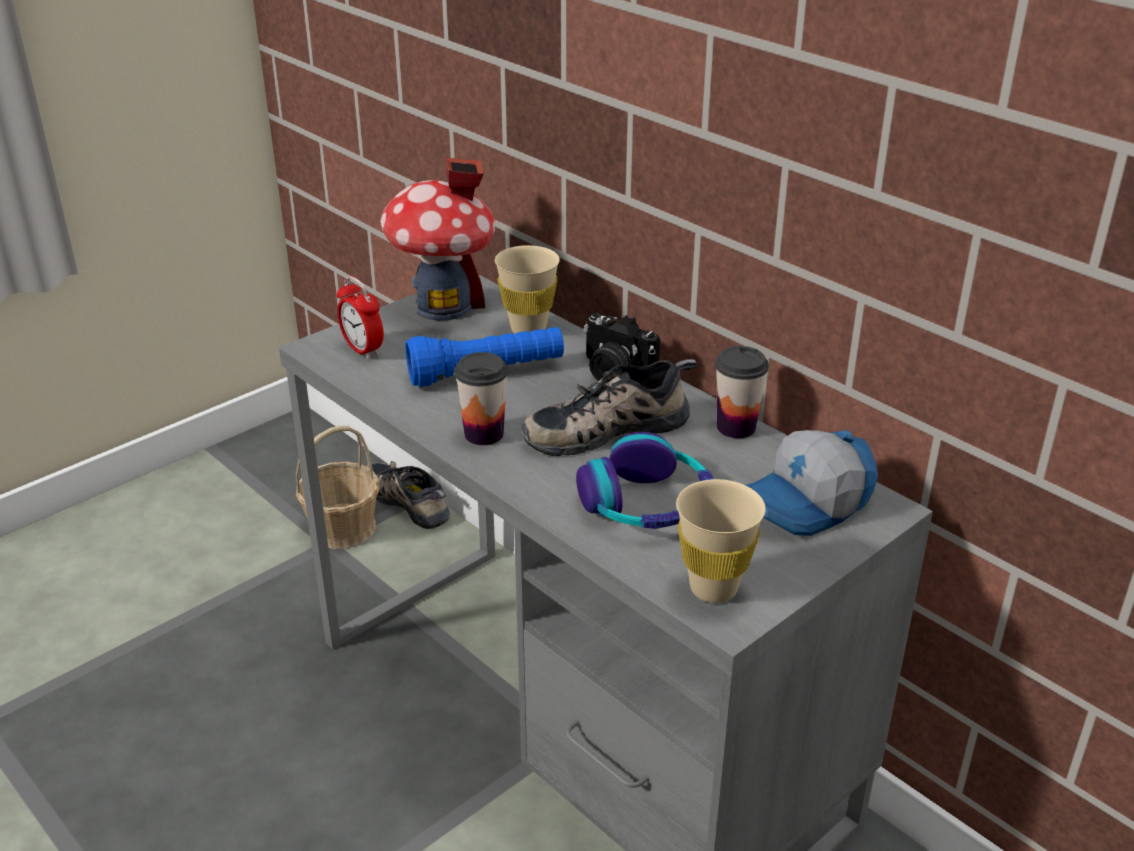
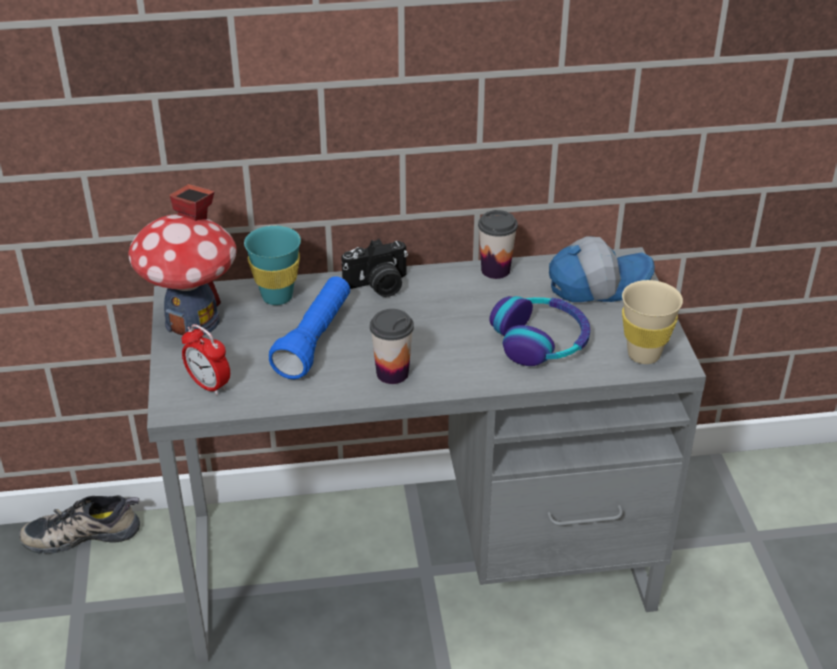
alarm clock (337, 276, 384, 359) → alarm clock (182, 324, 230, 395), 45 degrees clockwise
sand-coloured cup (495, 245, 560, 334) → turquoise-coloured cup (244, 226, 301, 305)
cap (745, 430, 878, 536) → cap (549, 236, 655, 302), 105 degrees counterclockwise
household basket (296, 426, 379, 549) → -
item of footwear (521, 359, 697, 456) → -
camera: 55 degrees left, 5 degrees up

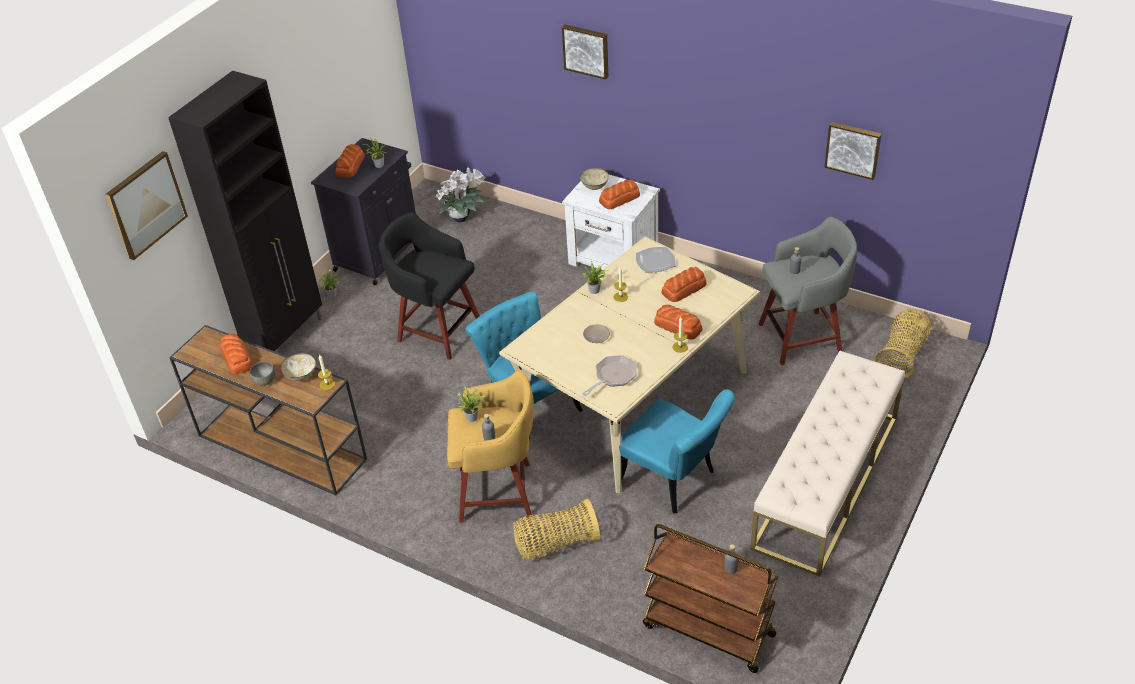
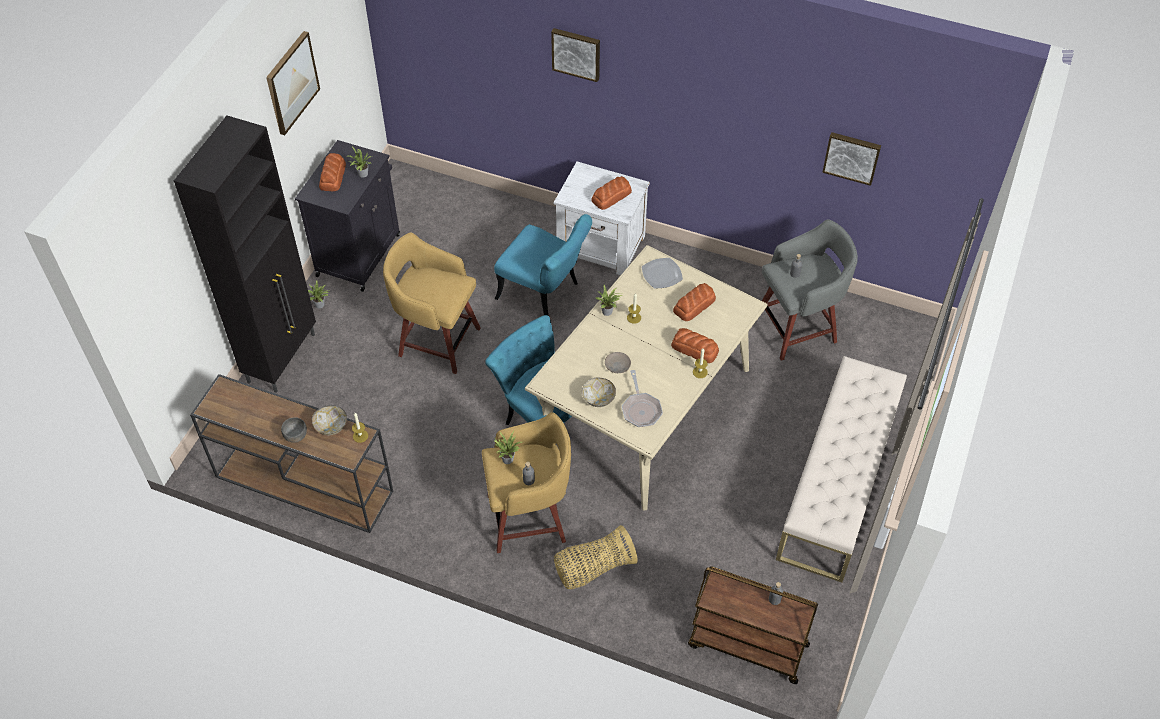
wall picture (105, 151, 188, 260) → wall picture (266, 31, 320, 135), moved
black stool seat (379, 212, 480, 360) → yellow-coloured stool seat (383, 233, 481, 374)
turquoise-coloured upright chair (619, 389, 735, 514) → turquoise-coloured upright chair (494, 214, 592, 315), moved
bowl (580, 168, 609, 190) → bowl (582, 378, 616, 407), moved
skillet (582, 355, 637, 396) → skillet (622, 370, 663, 427), 135 degrees clockwise
bakery bread (220, 333, 253, 375) → -
plant in a pot (434, 167, 486, 222) → -
household basket (875, 309, 931, 379) → -
camera: 10 degrees left, 10 degrees up

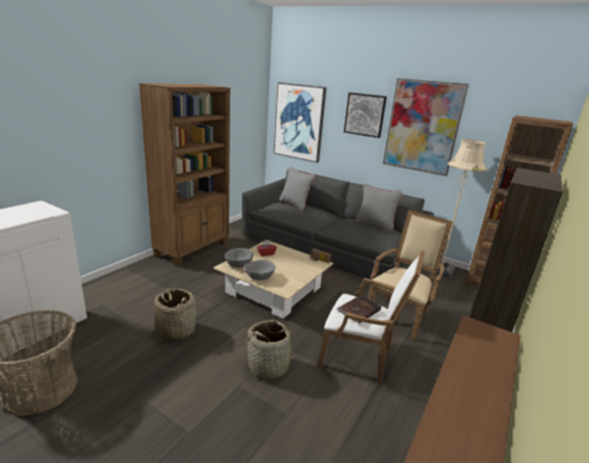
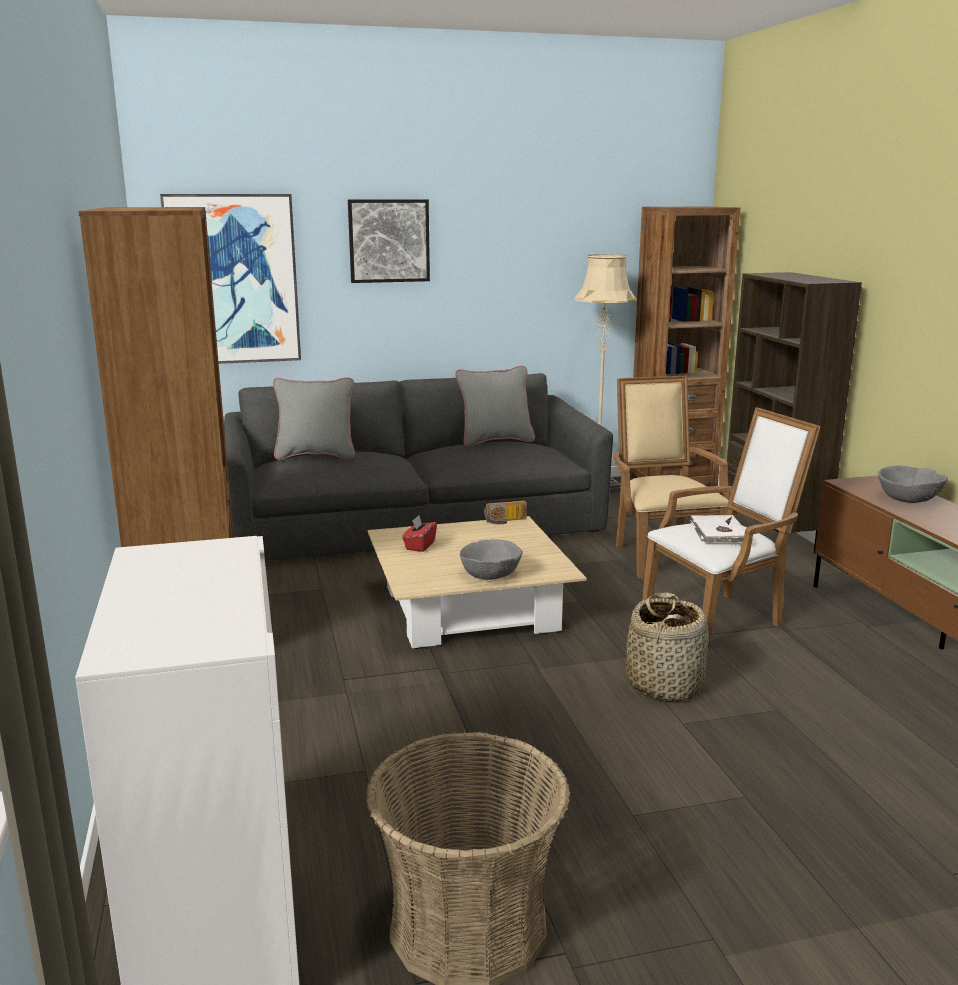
brown bound book (337, 295, 381, 324) → whitish bound book (690, 515, 745, 543)
gray bowl (225, 248, 254, 268) → gray bowl (878, 466, 948, 503), moved
household basket (155, 288, 196, 341) → -
wall picture (383, 78, 469, 176) → -
camera: 45 degrees left, 5 degrees down

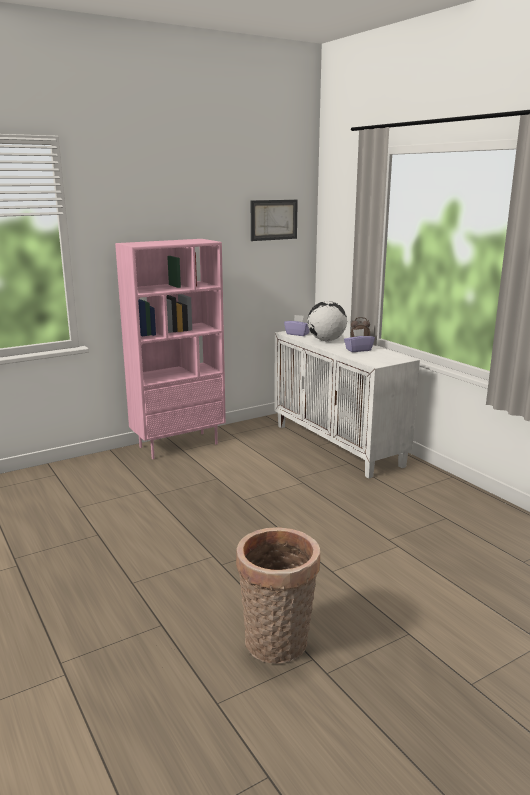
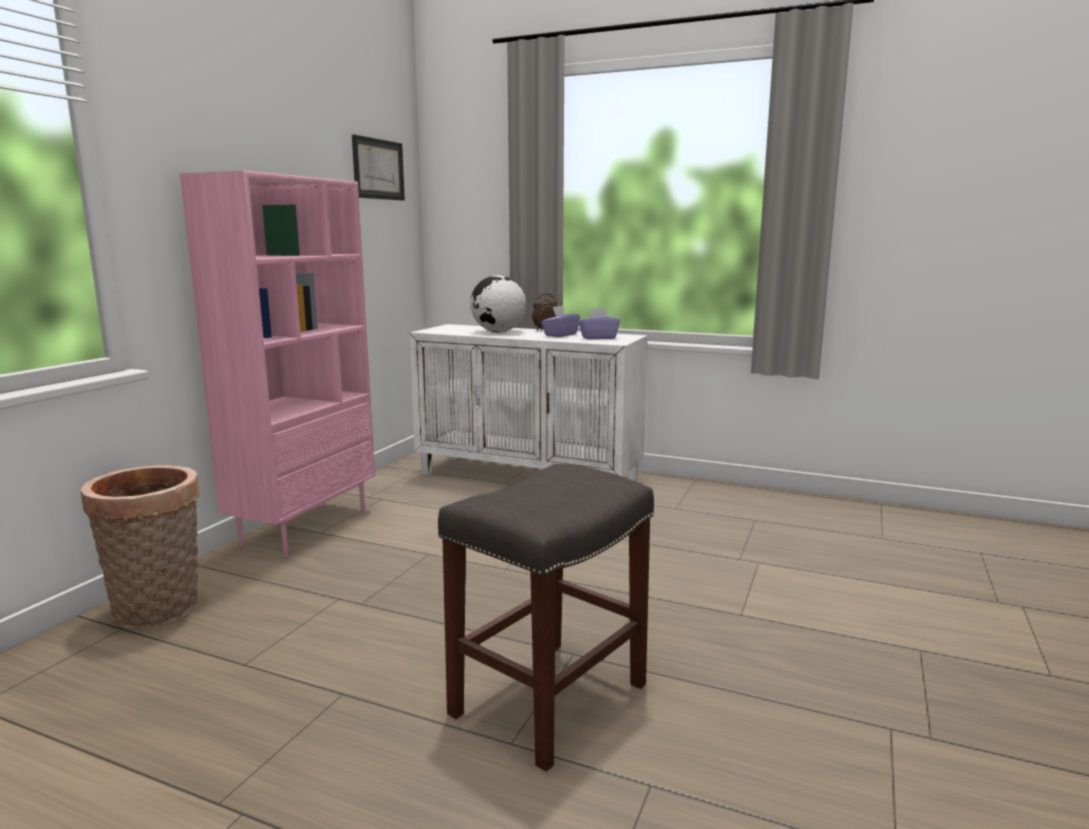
household basket (236, 527, 320, 664) → household basket (81, 465, 200, 628), moved
- → gray stool seat (438, 464, 654, 772)
purple-coloured box of tissues (284, 315, 310, 336) → purple-coloured box of tissues (579, 308, 620, 339), moved
camera: 35 degrees left, 5 degrees down

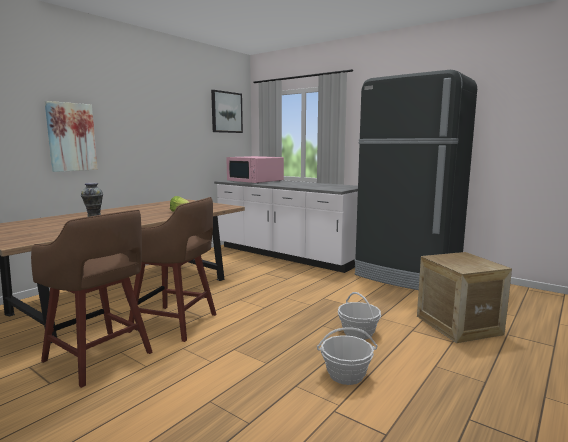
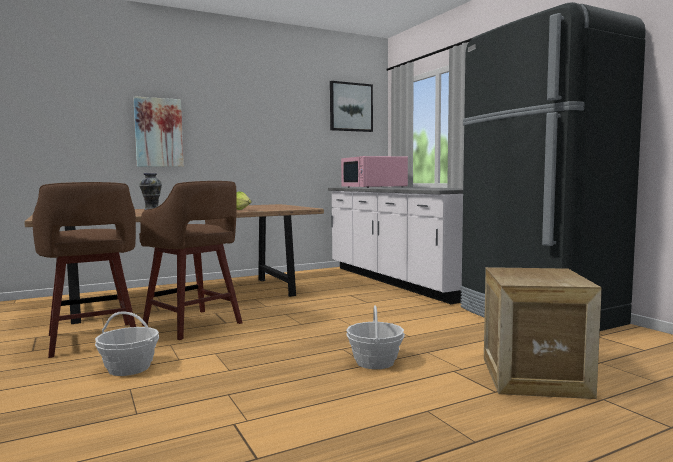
household basket (317, 327, 378, 385) → household basket (95, 311, 159, 376), moved
camera: 25 degrees right, 5 degrees down

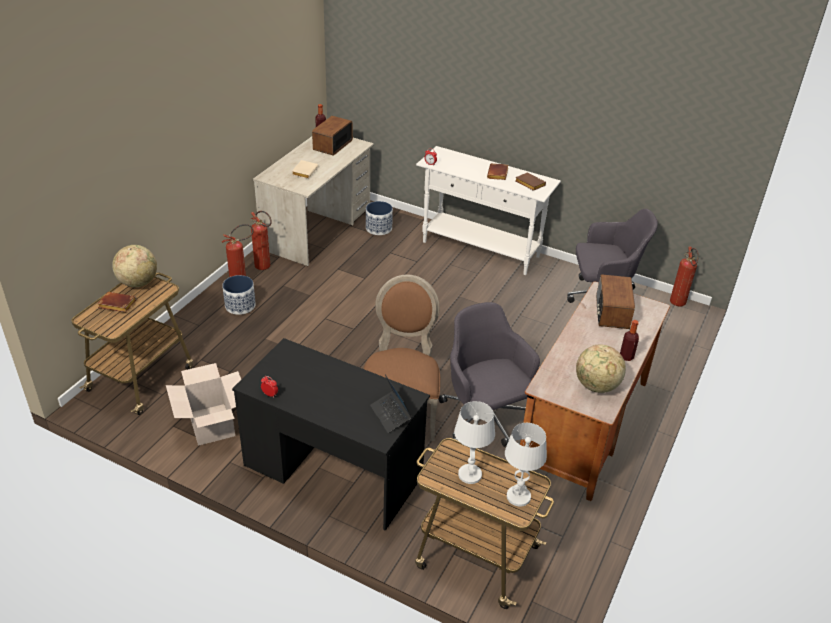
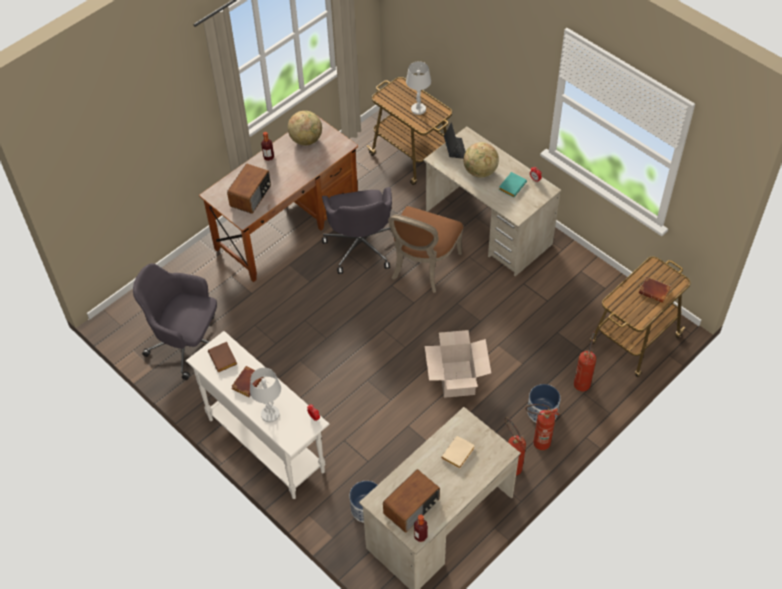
whitish table lamp (505, 423, 547, 507) → whitish table lamp (250, 368, 281, 423), moved
black desk unit (232, 338, 430, 531) → sand-coloured desk unit (424, 126, 562, 276)
packing box (166, 363, 241, 446) → packing box (425, 330, 491, 398), moved
world globe (112, 245, 157, 287) → world globe (464, 142, 499, 178), moved
- → turquoise-coloured bound book (499, 172, 527, 197)
fire extinguisher (670, 247, 699, 307) → fire extinguisher (574, 331, 596, 392), moved
camera: 160 degrees left, 15 degrees up

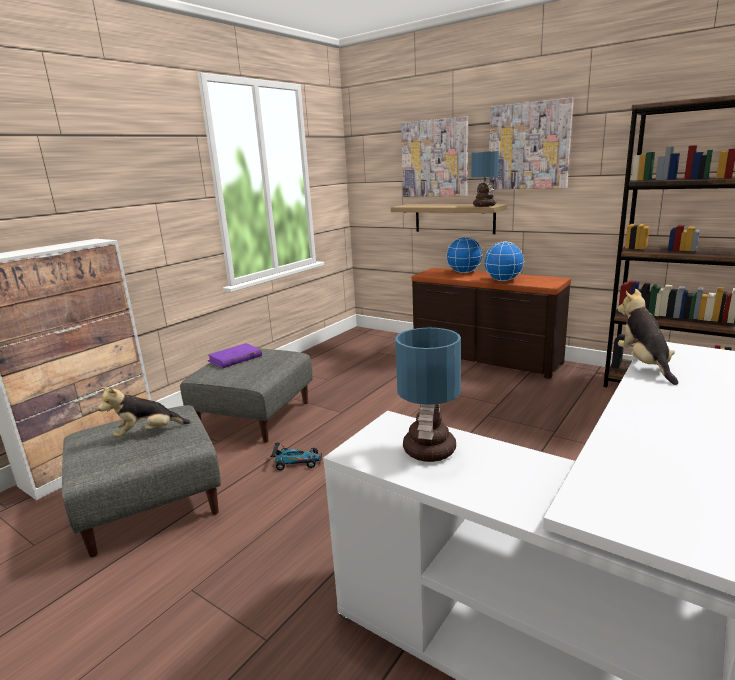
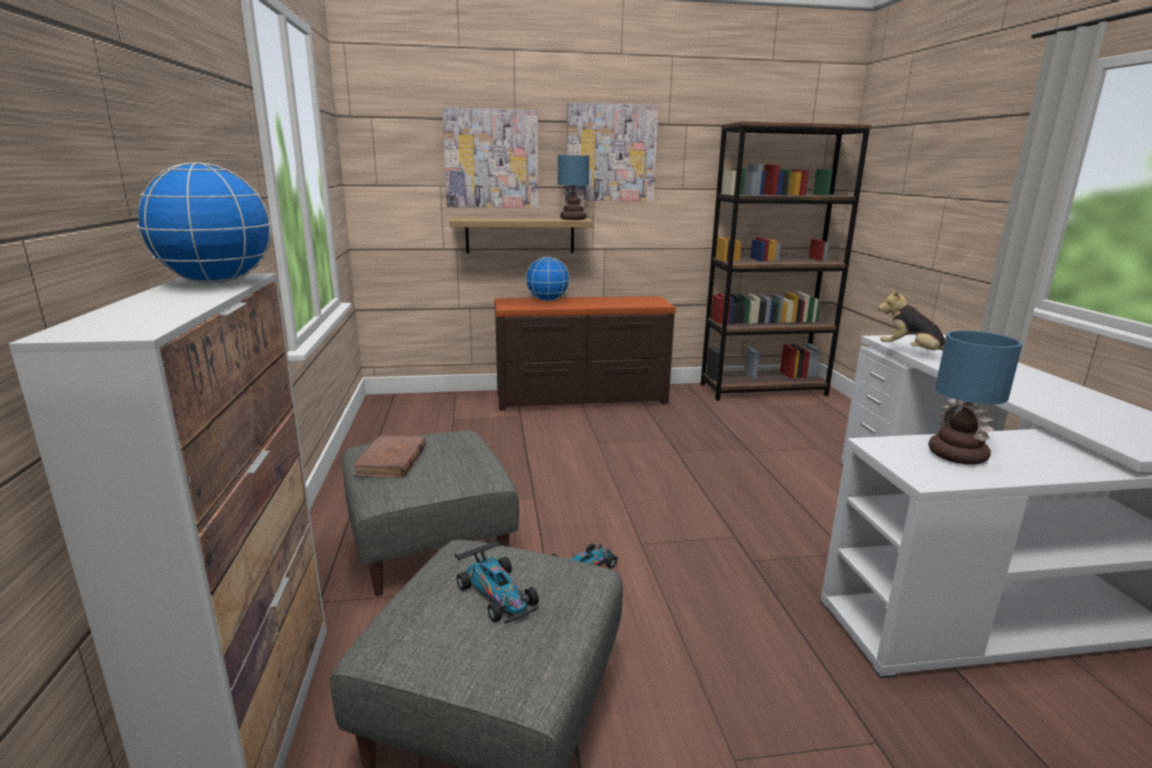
world globe (484, 241, 524, 281) → world globe (136, 162, 271, 284), moved
purple-coloured bound book (208, 343, 262, 368) → brown bound book (352, 435, 426, 478)
cuddly toy (98, 387, 191, 437) → model car (455, 540, 540, 624)
camera: 45 degrees left, 0 degrees up

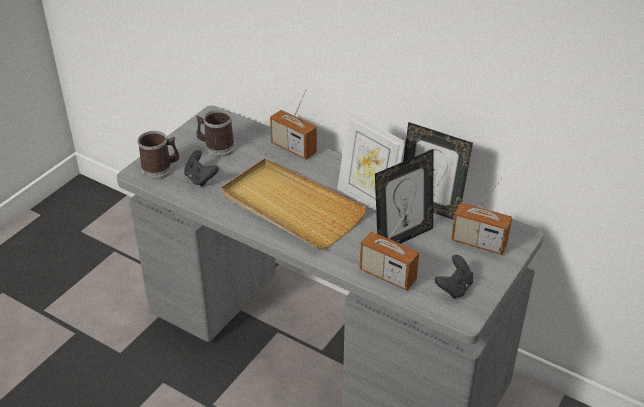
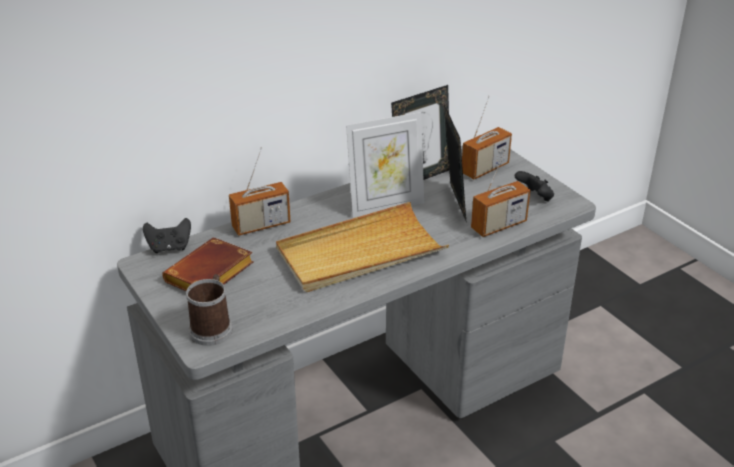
black joypad (184, 150, 219, 187) → black joypad (143, 218, 191, 253), moved
coffee mug (196, 110, 235, 157) → brown bound book (162, 237, 254, 291)
camera: 65 degrees left, 5 degrees down

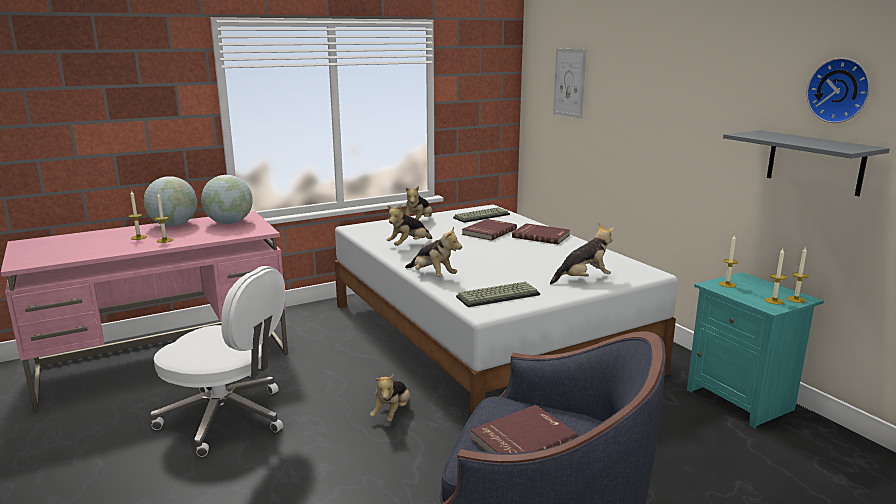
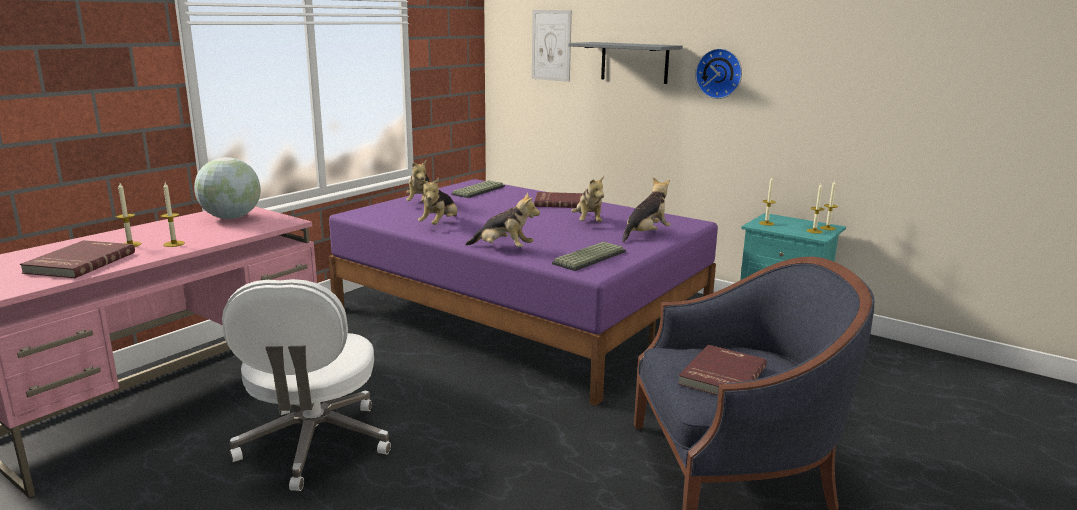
red bound book (462, 219, 517, 241) → red bound book (20, 240, 135, 278), moved
whitish desk chair (150, 266, 285, 457) → whitish desk chair (222, 279, 391, 491), 90 degrees clockwise
whitish bed (335, 205, 678, 416) → purple-coloured bed (328, 179, 718, 406)
gray wall shelf (723, 130, 890, 196) → gray wall shelf (569, 42, 683, 84), moved
cuddly toy (370, 374, 410, 422) → cuddly toy (571, 176, 604, 222), moved
hanging clock (806, 58, 870, 123) → hanging clock (695, 48, 742, 99), moved
world globe (144, 176, 197, 226) → -
camera: 25 degrees left, 0 degrees up

